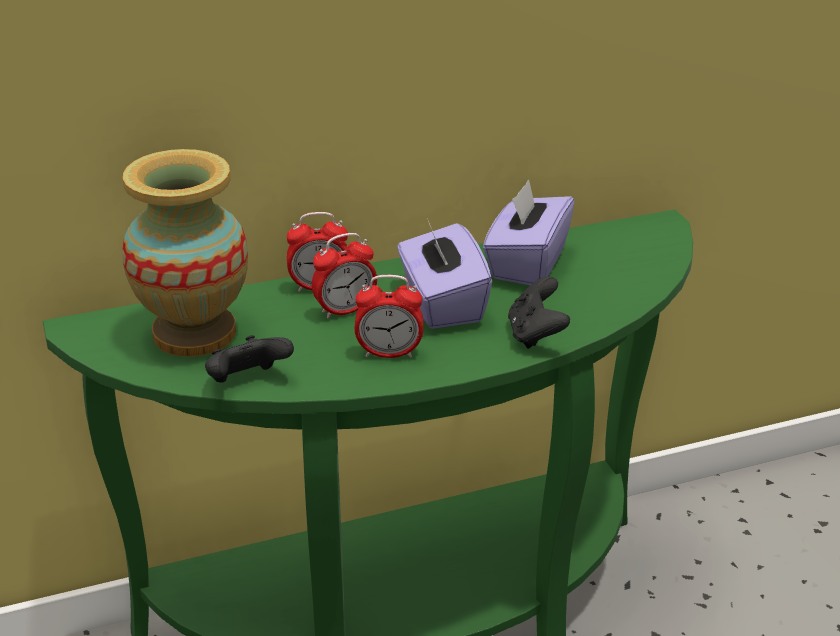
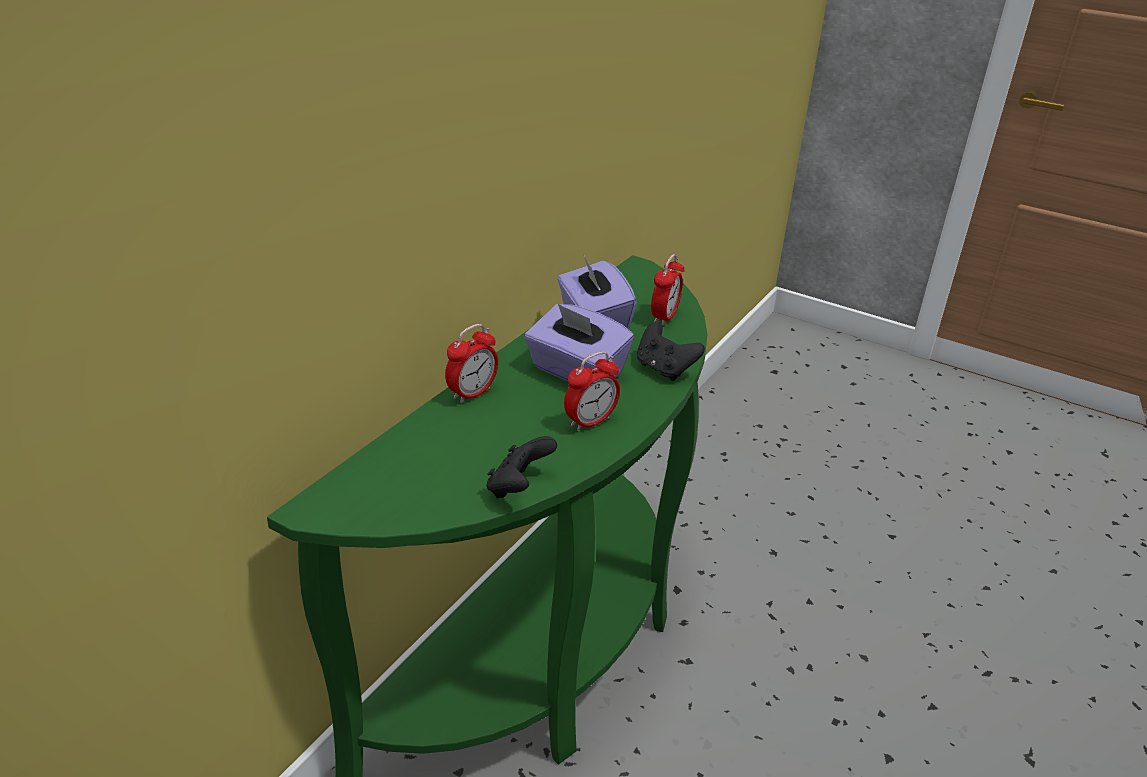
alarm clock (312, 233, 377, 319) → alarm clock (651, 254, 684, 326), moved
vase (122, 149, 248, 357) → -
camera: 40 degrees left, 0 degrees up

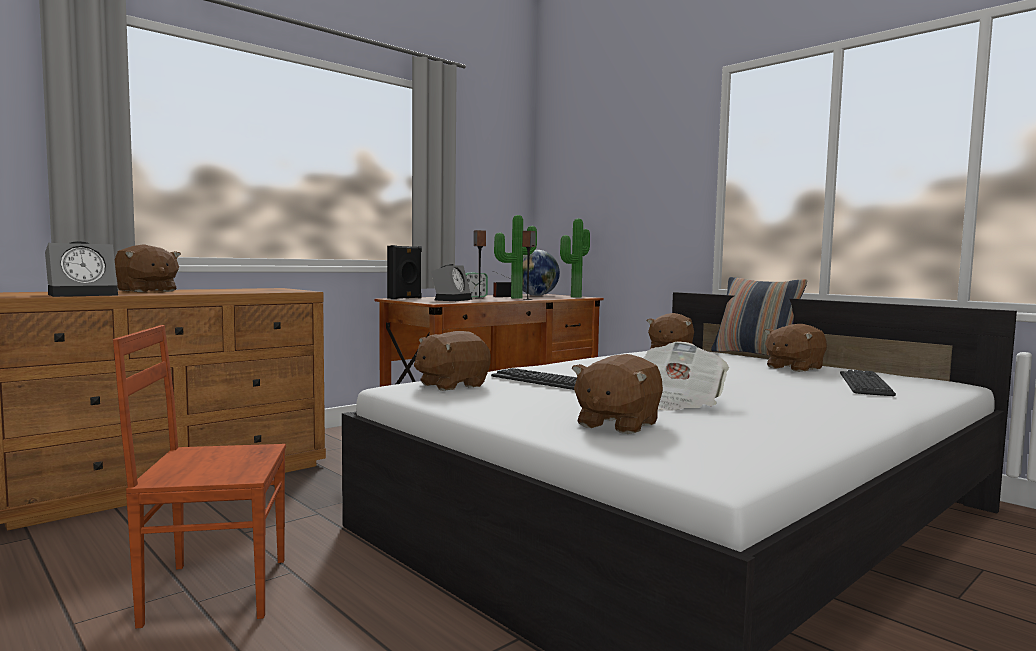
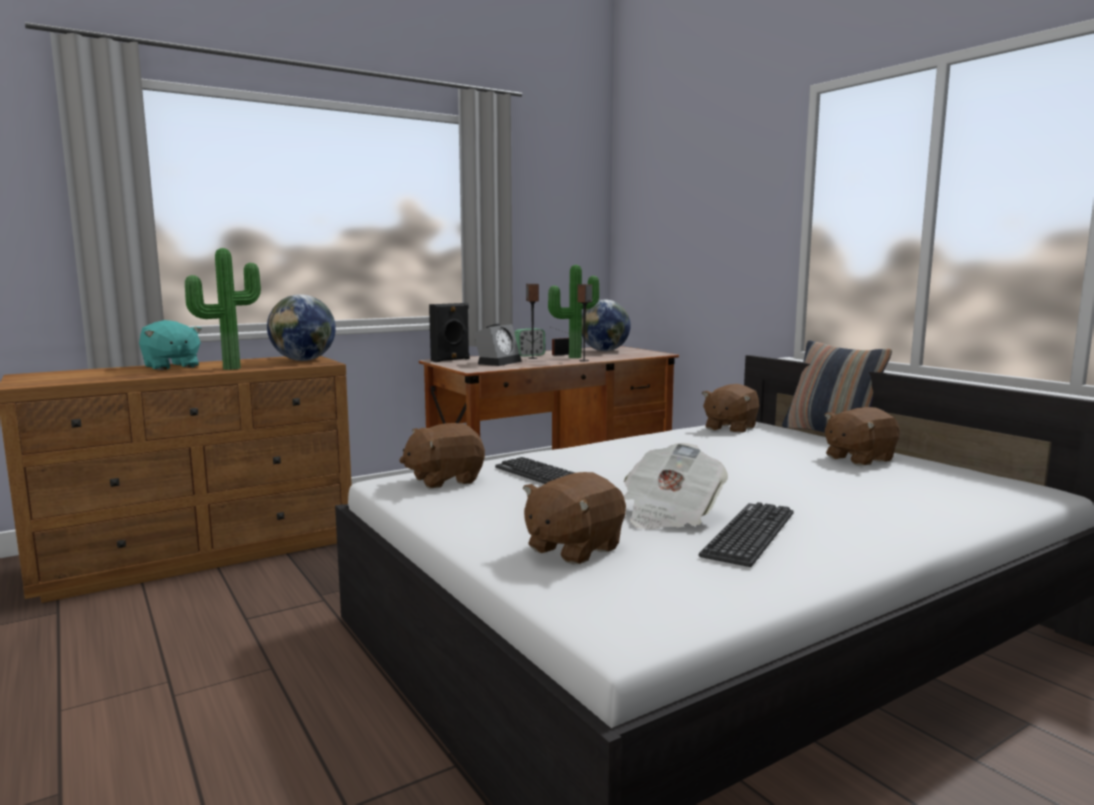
brown cuddly toy (115, 244, 181, 292) → turquoise-coloured cuddly toy (139, 320, 202, 370)
plant in a pot (560, 218, 590, 298) → plant in a pot (185, 248, 261, 370), moved
- → world globe (267, 294, 336, 361)
keyboard (840, 370, 896, 396) → keyboard (699, 502, 794, 567), moved
alarm clock (45, 241, 118, 297) → -
brown upright chair (113, 325, 286, 628) → -
camera: 10 degrees right, 5 degrees up

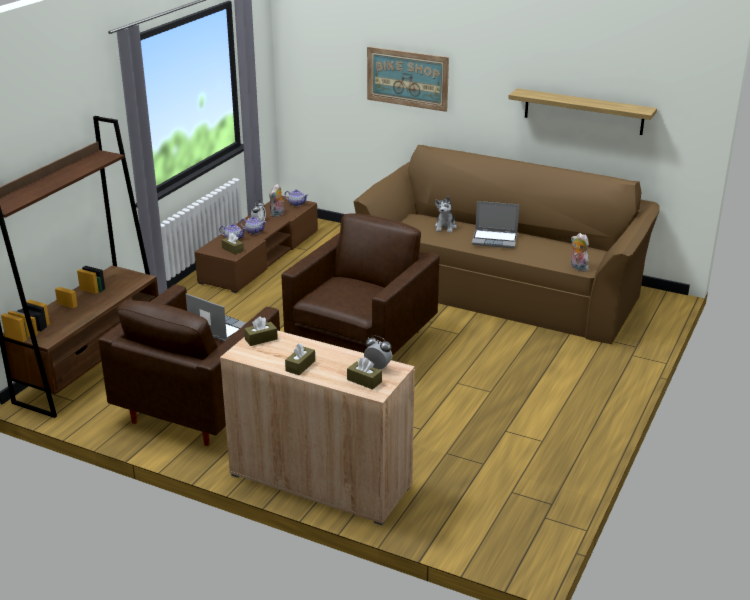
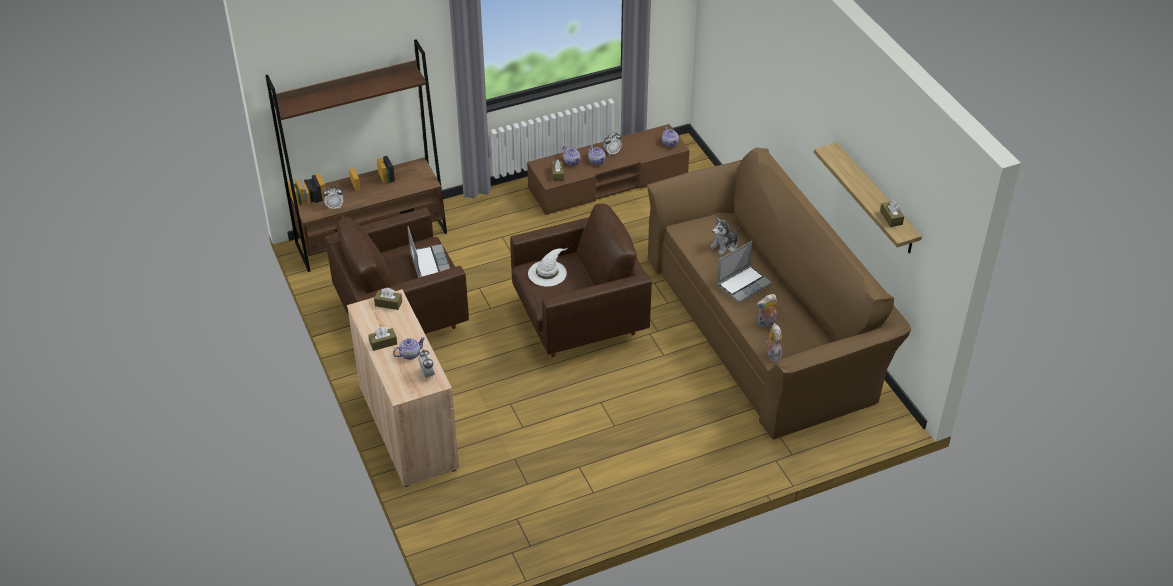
- → alarm clock (323, 186, 343, 209)
- → pot for tea (393, 337, 425, 360)
- → whitish clothing hat (528, 248, 568, 286)
notebook computer (472, 201, 519, 248) → notebook computer (716, 241, 772, 303), 90 degrees counterclockwise
cuddly toy (269, 183, 284, 217) → cuddly toy (757, 294, 777, 328), moved
brown box of tissues (347, 357, 382, 390) → brown box of tissues (880, 200, 904, 227), moved
wall picture (367, 47, 449, 112) → -
camera: 40 degrees right, 15 degrees up

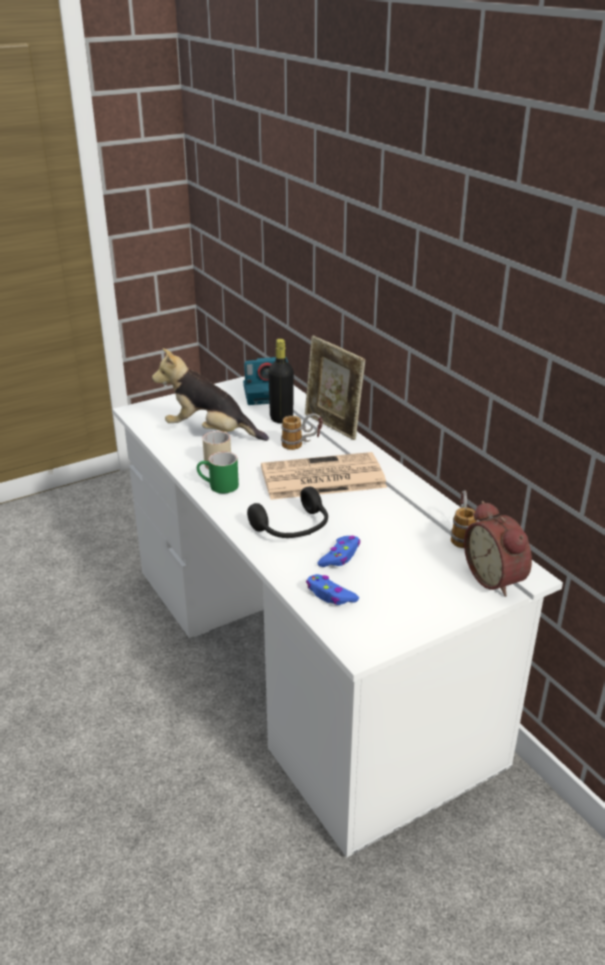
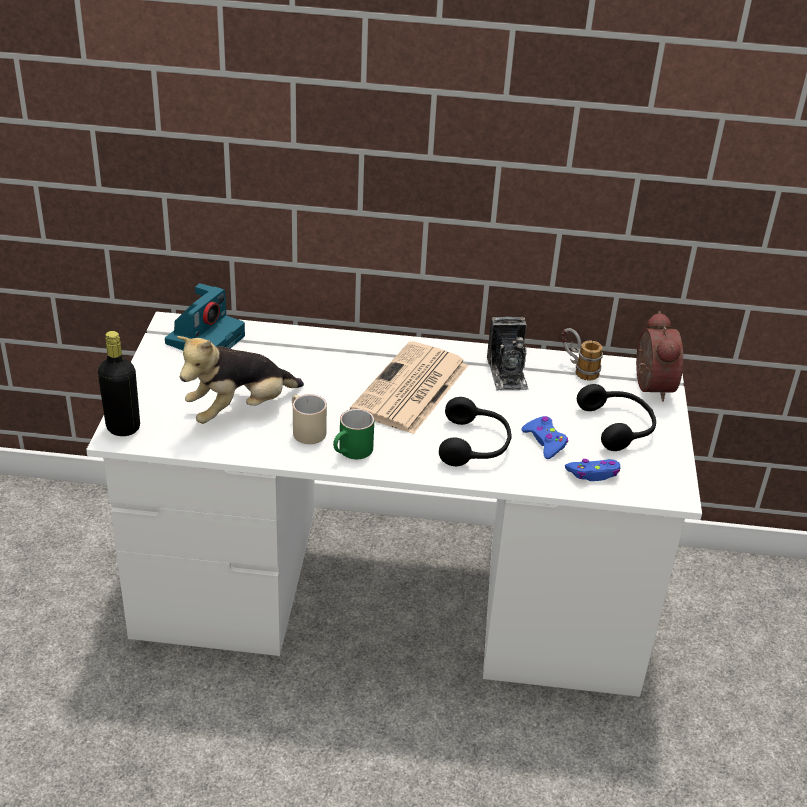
black beverage bottle (268, 339, 294, 423) → black beverage bottle (98, 331, 140, 436), moved
- → photo camera (487, 317, 529, 391)
- → black pair of headphones (577, 384, 656, 451)
alarm clock (464, 501, 532, 597) → alarm clock (636, 311, 683, 402), 105 degrees counterclockwise
coffee mug (281, 413, 323, 450) → -
standing frame (305, 336, 365, 440) → -
camera: 55 degrees left, 5 degrees up

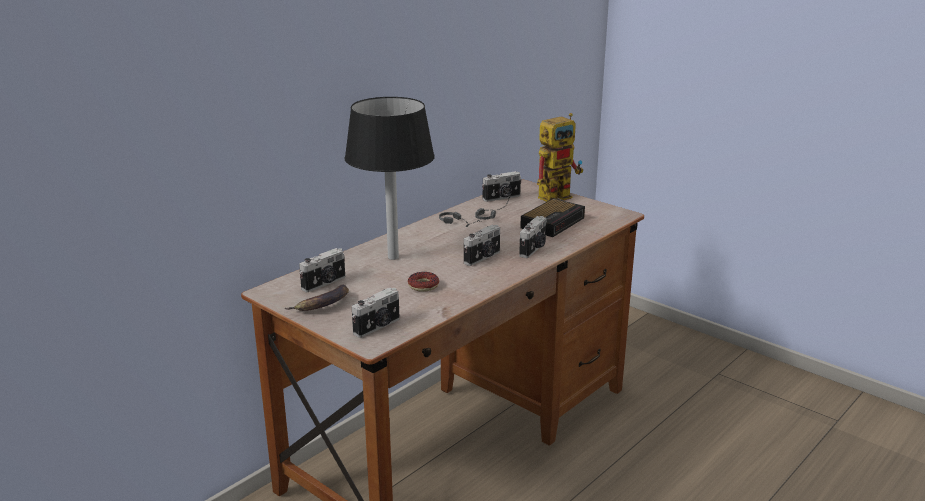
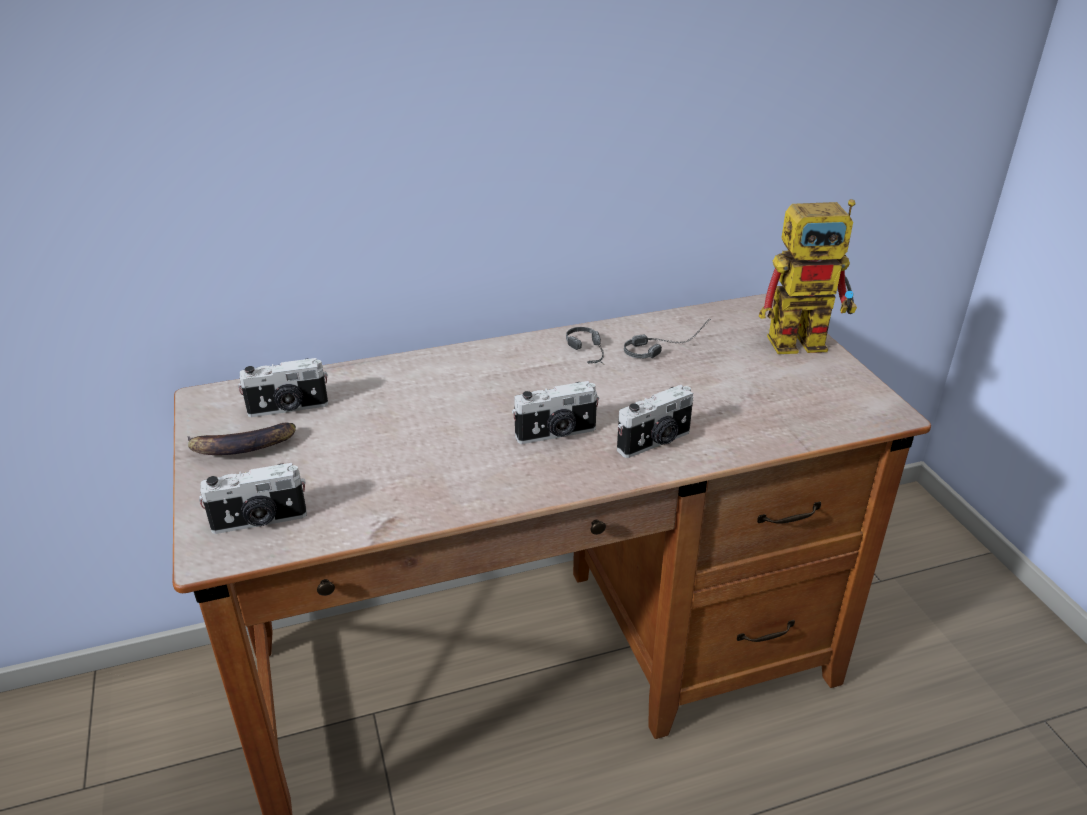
black table lamp (344, 97, 435, 260) → -
ring doughnut (408, 272, 439, 292) → -
photo camera (482, 171, 522, 202) → -
alarm clock (520, 198, 585, 237) → -
camera: 30 degrees right, 10 degrees up

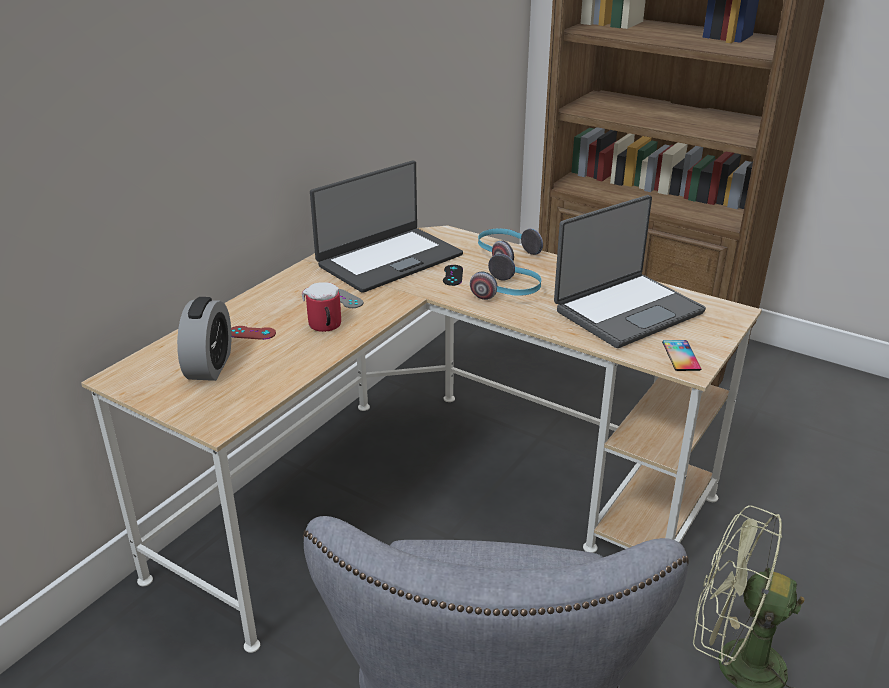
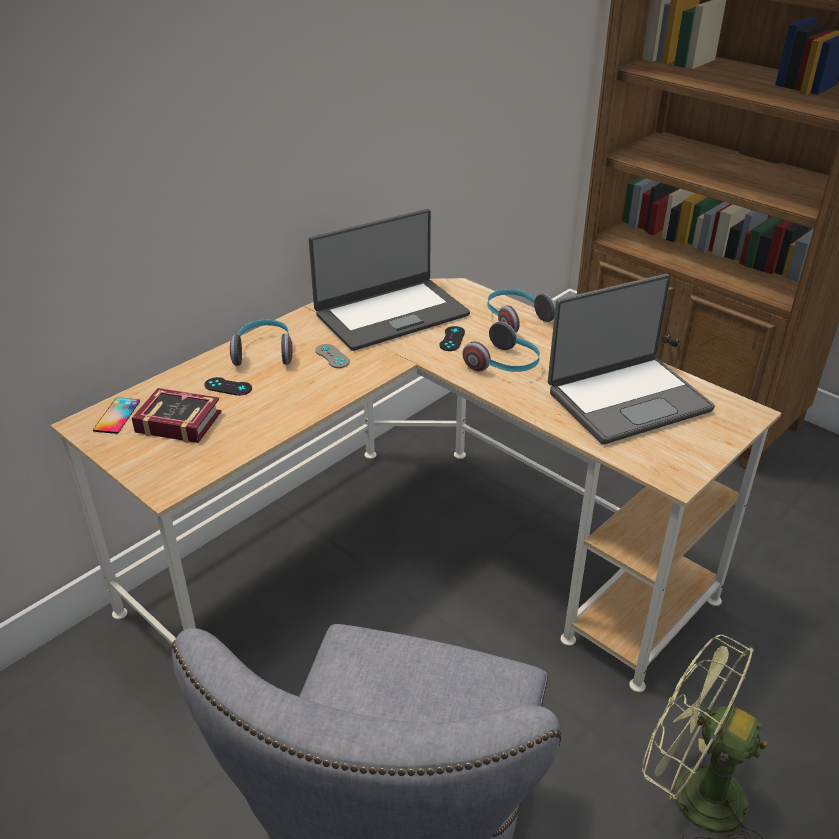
telephone (662, 340, 701, 371) → telephone (93, 397, 140, 434), moved
alarm clock (177, 297, 231, 381) → bound book (132, 388, 221, 443)
red joypad (231, 326, 276, 340) → black joypad (204, 377, 252, 396)
- → pair of headphones (230, 319, 293, 366)
coffee mug (302, 282, 341, 332) → -
camera: 10 degrees right, 5 degrees up

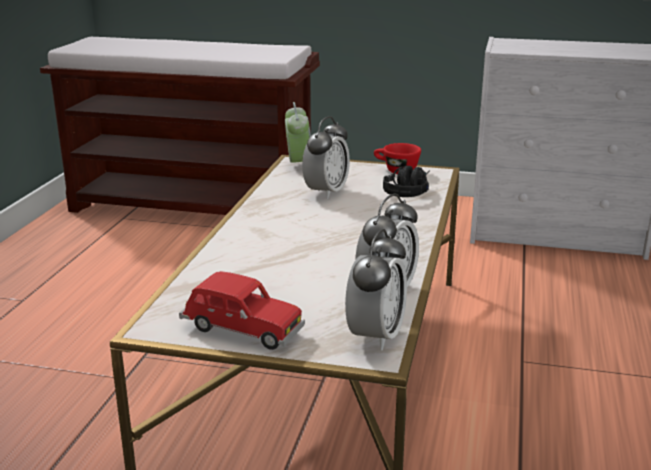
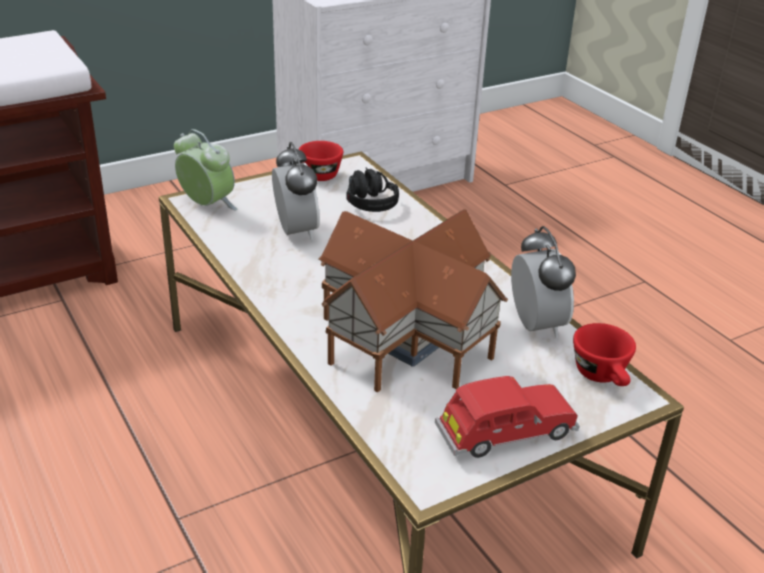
- → toy house (319, 209, 508, 392)
alarm clock (345, 229, 407, 351) → red cup (573, 323, 636, 386)
camera: 45 degrees left, 10 degrees up

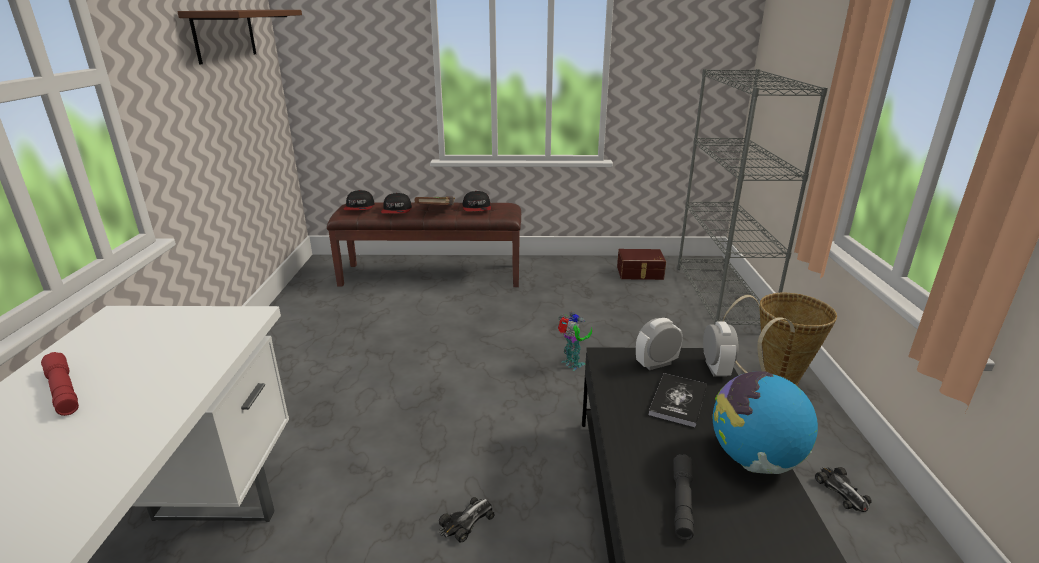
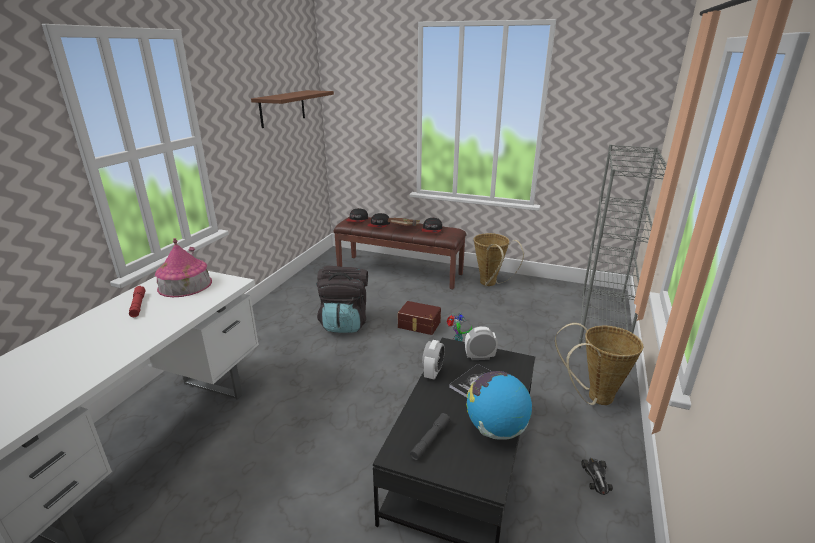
- → toy house (155, 238, 212, 297)
- → black rucksack (316, 266, 368, 333)
brown storage box (617, 249, 666, 280) → brown storage box (398, 301, 441, 335), moved
alarm clock (703, 321, 739, 377) → alarm clock (422, 340, 445, 380), moved
- → household basket (474, 233, 524, 287)
model car (439, 497, 494, 543) → -
camera: 20 degrees right, 0 degrees up

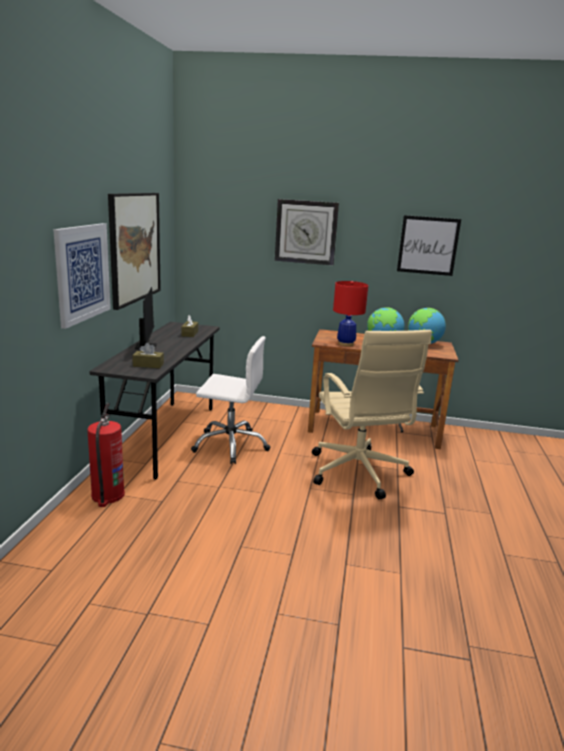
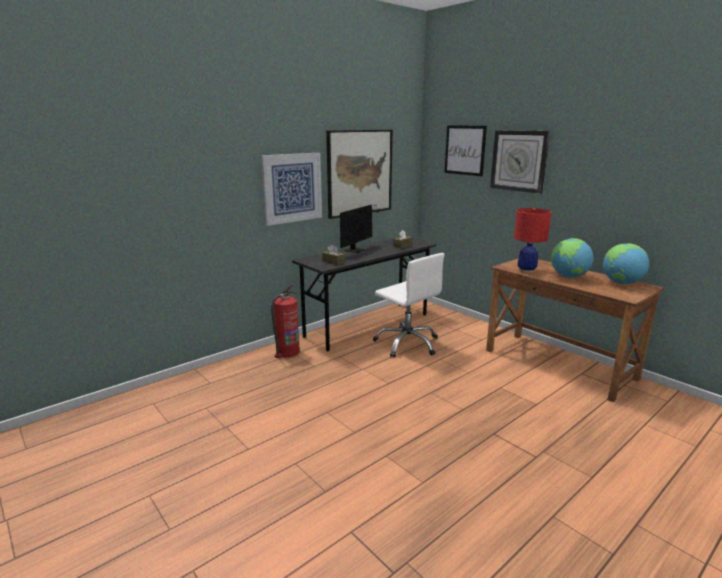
wall picture (397, 215, 461, 276) → wall picture (444, 125, 487, 176), moved
sand-coloured desk chair (312, 330, 432, 499) → -
camera: 40 degrees right, 0 degrees up

